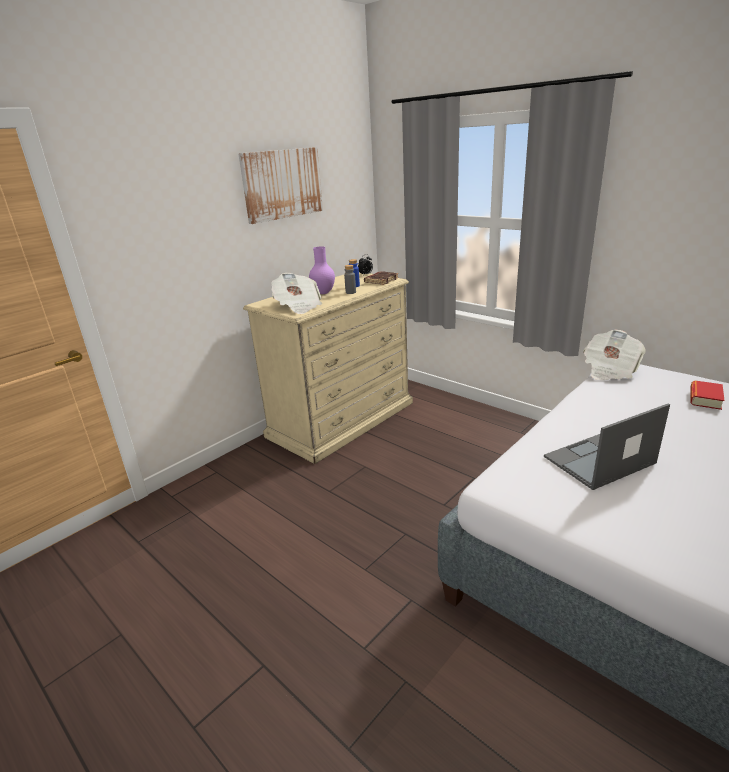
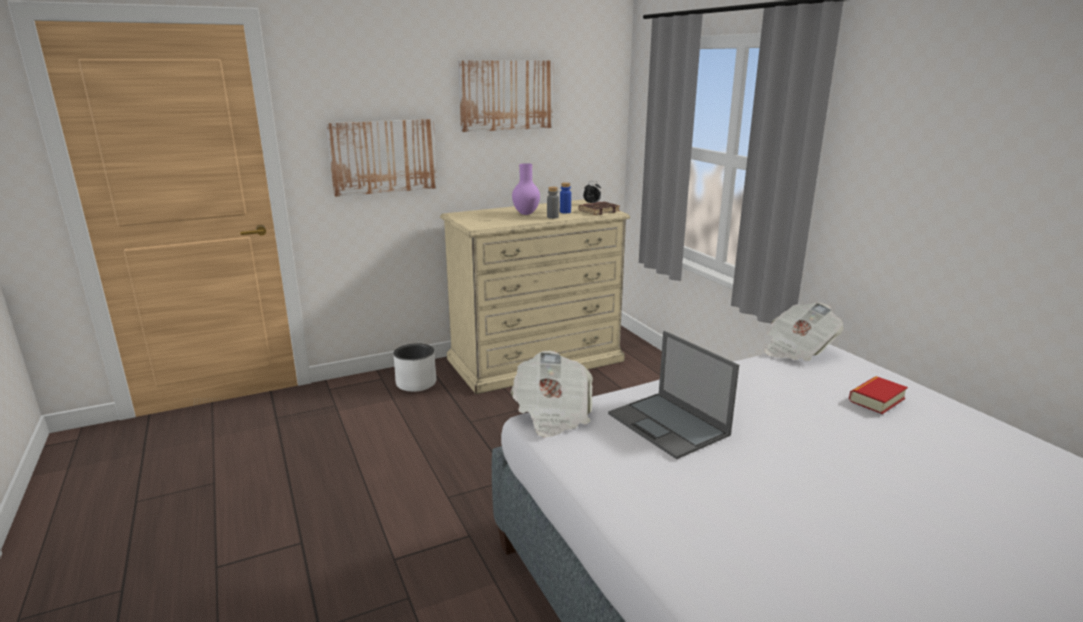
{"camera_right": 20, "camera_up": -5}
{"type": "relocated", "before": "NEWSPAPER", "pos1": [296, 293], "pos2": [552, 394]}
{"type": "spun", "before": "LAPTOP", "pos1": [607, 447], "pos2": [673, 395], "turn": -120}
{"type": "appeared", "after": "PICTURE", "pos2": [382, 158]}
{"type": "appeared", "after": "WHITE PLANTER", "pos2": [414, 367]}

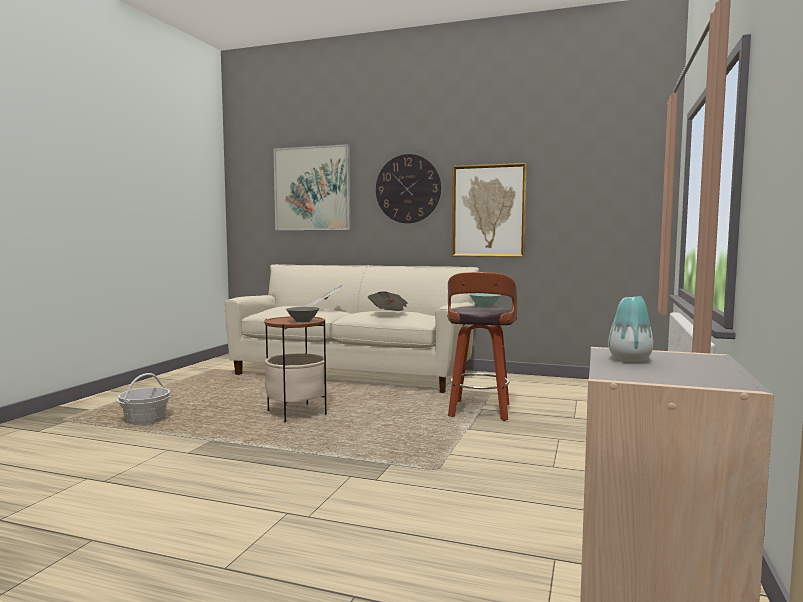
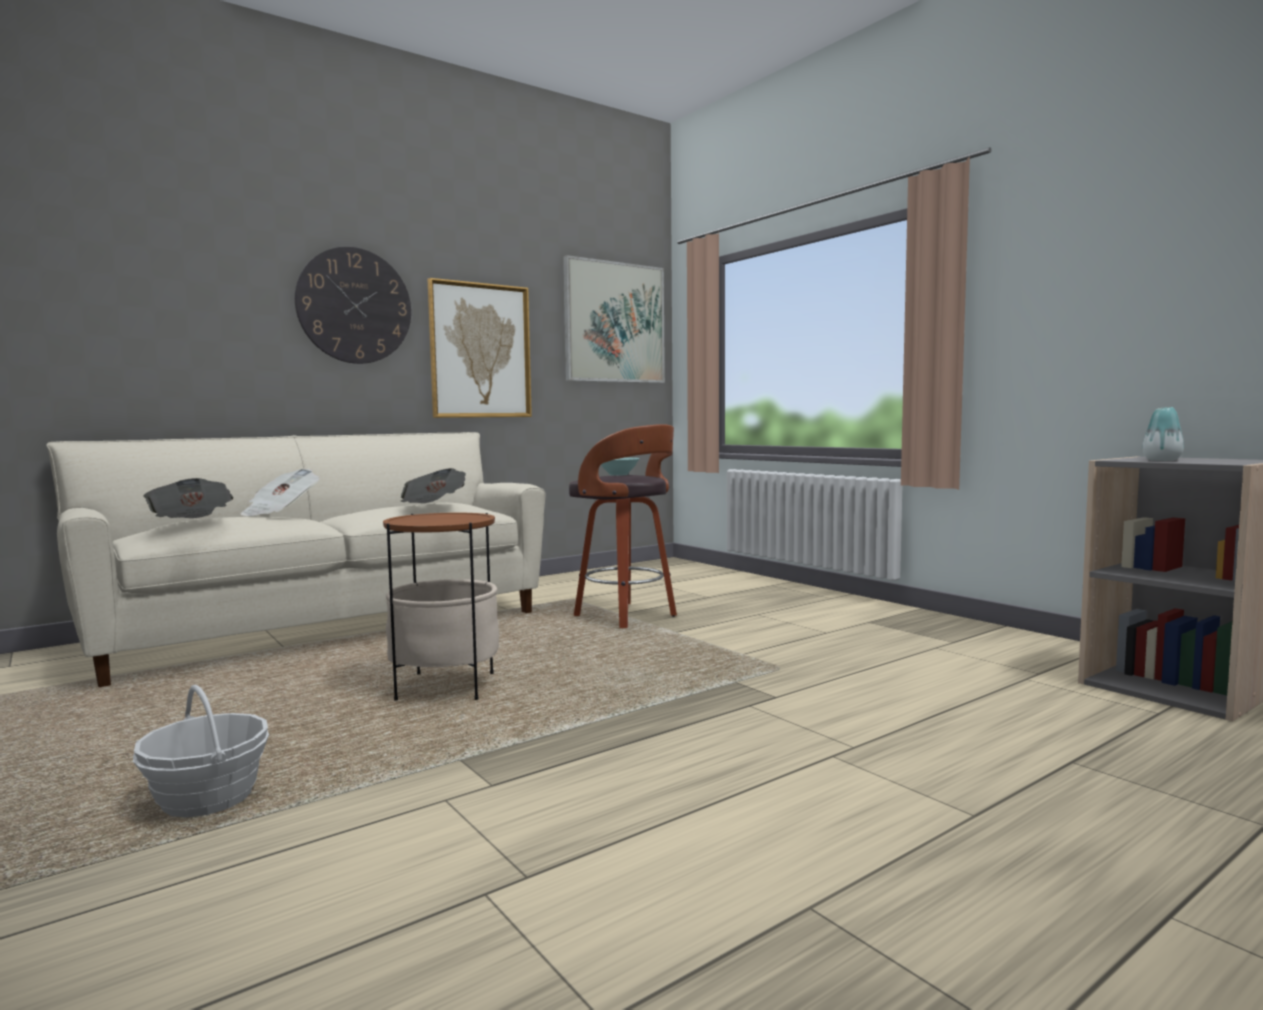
{"camera_right": -55, "camera_up": 0}
{"type": "relocated", "before": "PICTURE", "pos1": [312, 187], "pos2": [614, 319]}
{"type": "missing", "before": "GREY BOWL", "pos1": [303, 314]}
{"type": "appeared", "after": "NEWSPAPER", "pos2": [188, 498]}

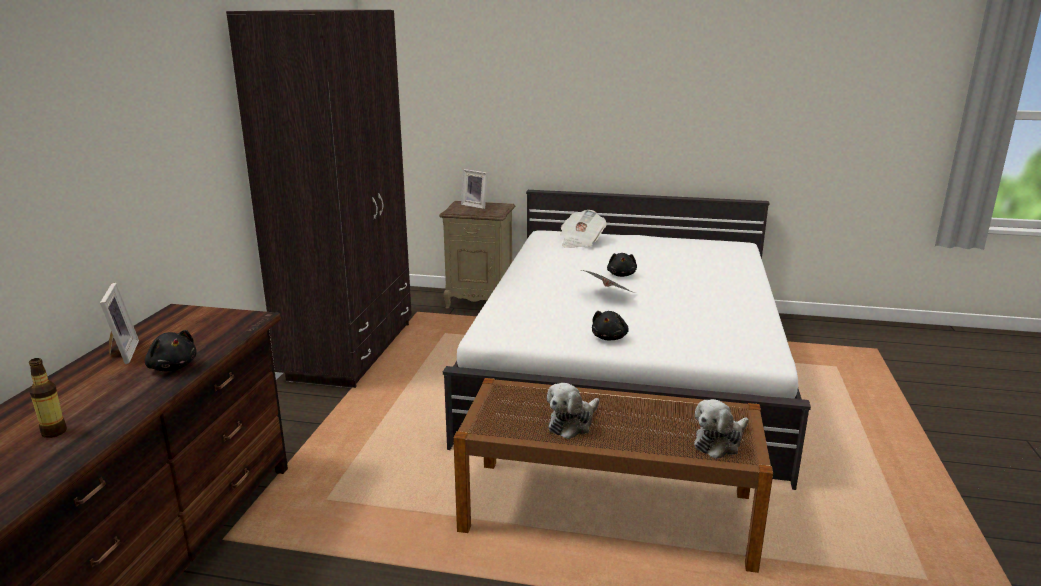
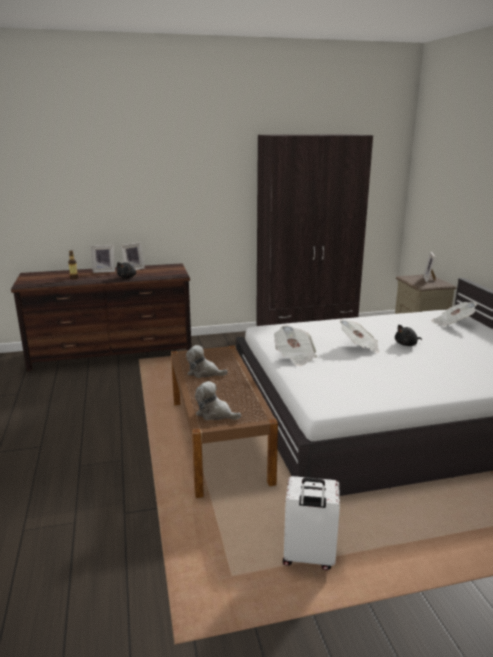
{"camera_right": 65, "camera_up": 0}
{"type": "exchanged", "before": "BLACK PLUSH TOY", "after": "NEWSPAPER", "pos1": [610, 325], "pos2": [295, 345]}
{"type": "appeared", "after": "PICTURE FRAME", "pos2": [103, 259]}
{"type": "appeared", "after": "WHITE SUITCASE", "pos2": [311, 523]}

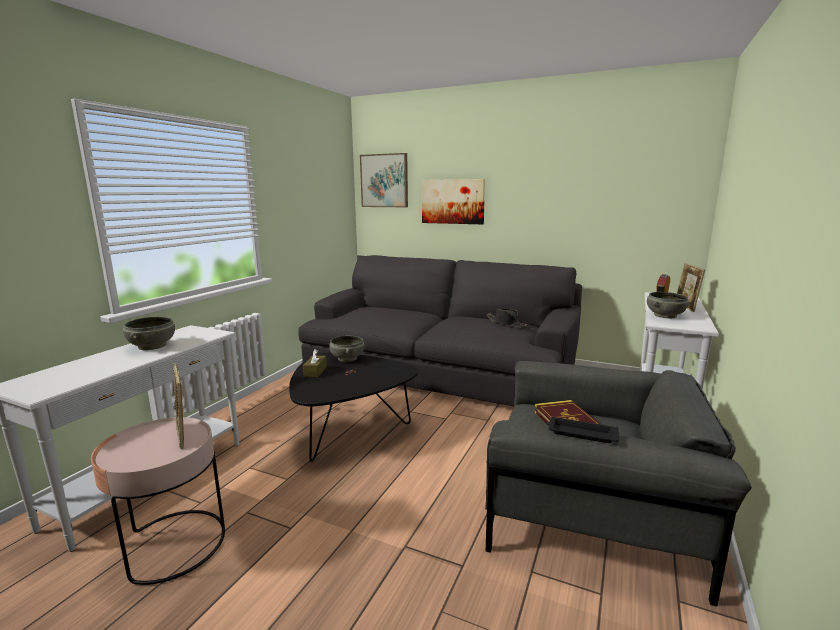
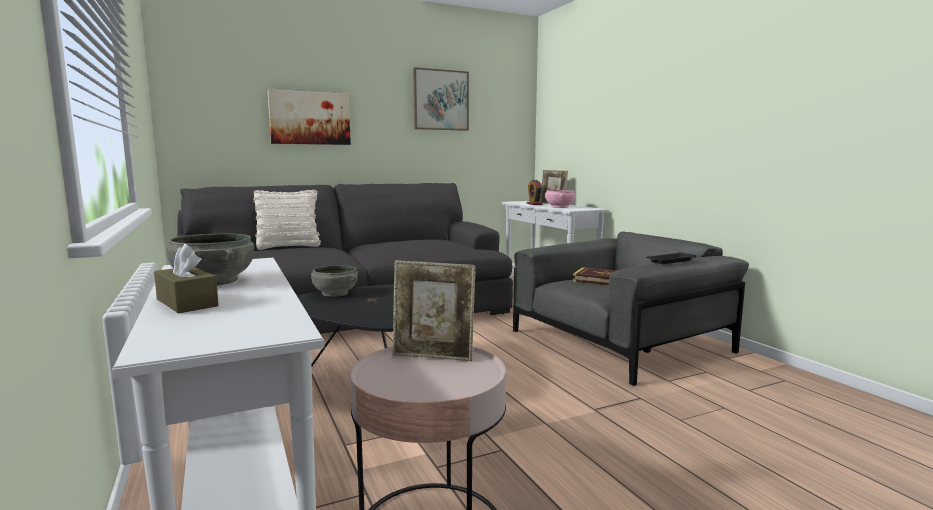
{"camera_right": -50, "camera_up": -5}
{"type": "relocated", "before": "PICTURE", "pos1": [384, 180], "pos2": [441, 99]}
{"type": "colour", "before": "GREY BOWL", "after": "PINK BOWL", "pos1": [668, 305], "pos2": [560, 199]}
{"type": "missing", "before": "BLACK HAT", "pos1": [507, 317]}
{"type": "relocated", "before": "BROWN TISSUE BOX", "pos1": [315, 363], "pos2": [186, 278]}
{"type": "appeared", "after": "BEIGE PILLOW", "pos2": [287, 220]}

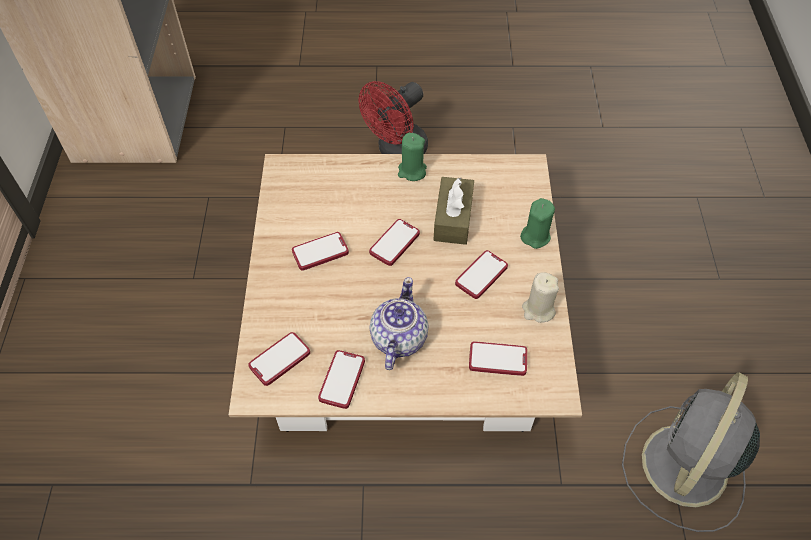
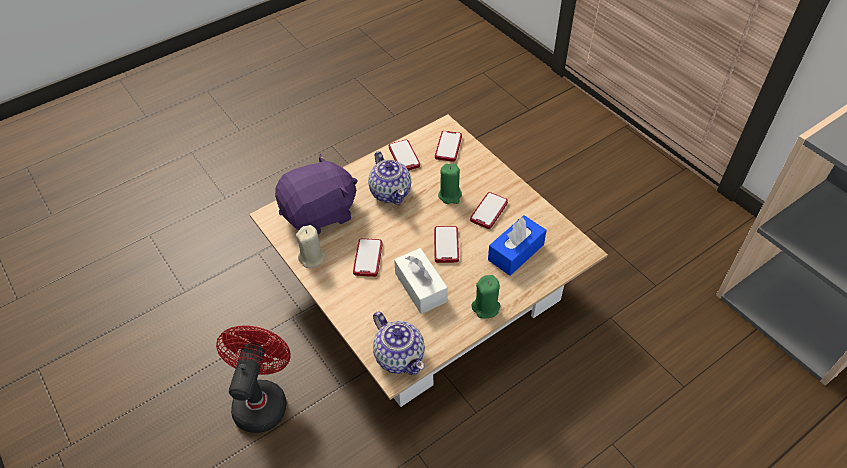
{"camera_right": 145, "camera_up": -5}
{"type": "relocated", "before": "RED FAN", "pos1": [393, 117], "pos2": [253, 379]}
{"type": "colour", "before": "BROWN TISSUE BOX", "after": "WHITE TISSUE BOX", "pos1": [454, 211], "pos2": [421, 281]}
{"type": "relocated", "before": "GREEN CANDLE", "pos1": [537, 223], "pos2": [450, 184]}
{"type": "exchanged", "before": "PHONE", "after": "PURPLE PLUSH TOY", "pos1": [498, 358], "pos2": [316, 194]}
{"type": "missing", "before": "GREY FAN", "pos1": [691, 452]}
{"type": "appeared", "after": "BLUE TISSUE BOX", "pos2": [517, 245]}
{"type": "appeared", "after": "TEAPOT", "pos2": [399, 343]}

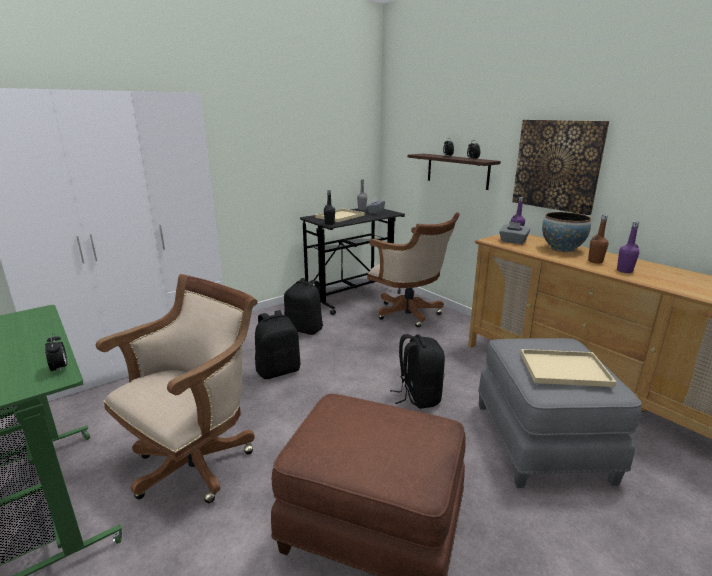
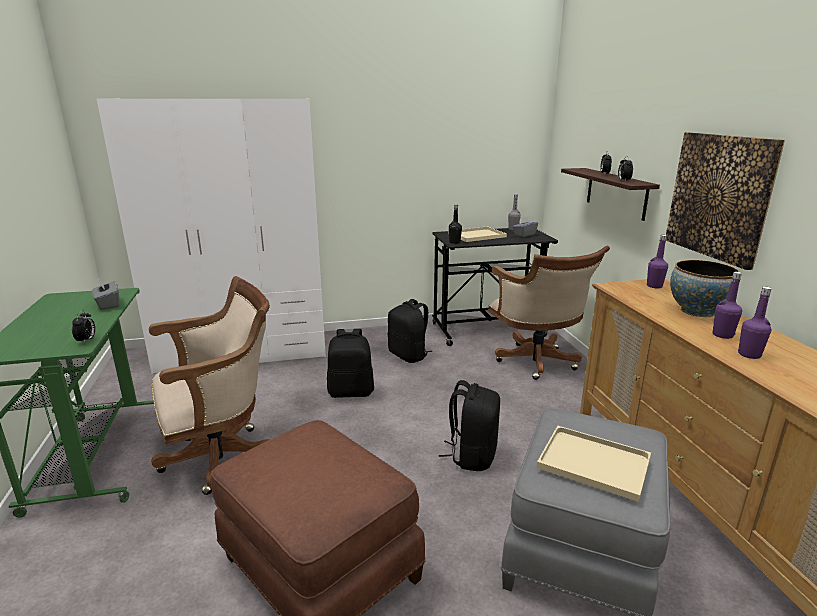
{"camera_right": 25, "camera_up": 0}
{"type": "colour", "before": "BROWN BOTTLE", "after": "PURPLE BOTTLE", "pos1": [598, 239], "pos2": [727, 305]}
{"type": "relocated", "before": "GREY TISSUE BOX", "pos1": [514, 232], "pos2": [105, 294]}

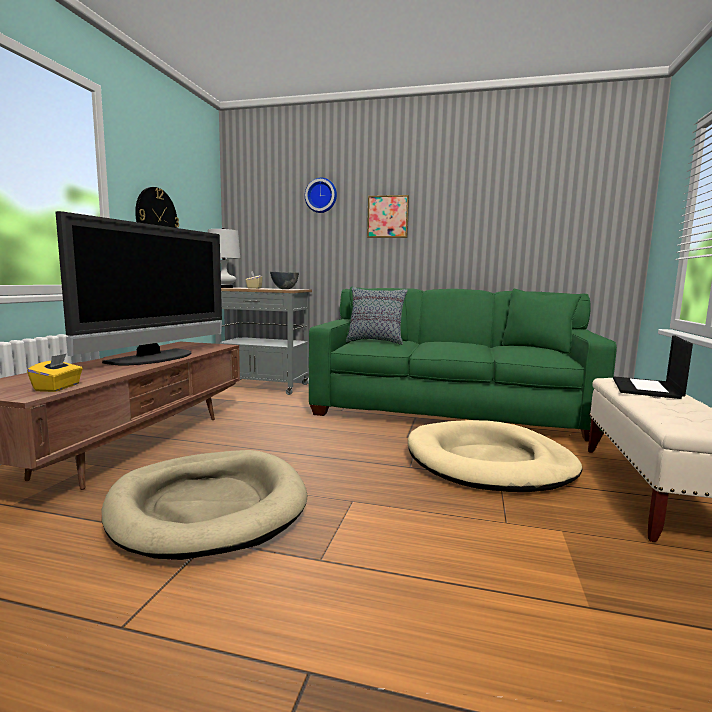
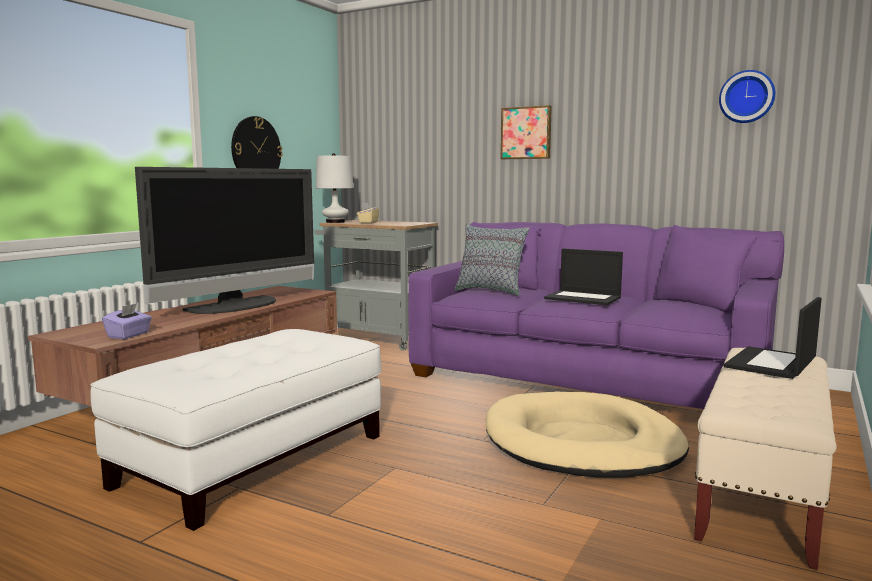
{"camera_right": 15, "camera_up": 0}
{"type": "relocated", "before": "WALL CLOCK", "pos1": [321, 195], "pos2": [747, 96]}
{"type": "missing", "before": "GREY BOWL", "pos1": [284, 280]}
{"type": "colour", "before": "GREEN SOFA", "after": "PURPLE SOFA", "pos1": [463, 365], "pos2": [596, 315]}
{"type": "colour", "before": "YELLOW TISSUE BOX", "after": "PURPLE TISSUE BOX", "pos1": [55, 372], "pos2": [127, 321]}
{"type": "exchanged", "before": "BEIGE DOG BED", "after": "WHITE OTTOMAN", "pos1": [204, 505], "pos2": [236, 430]}
{"type": "appeared", "after": "LAPTOP", "pos2": [583, 277]}

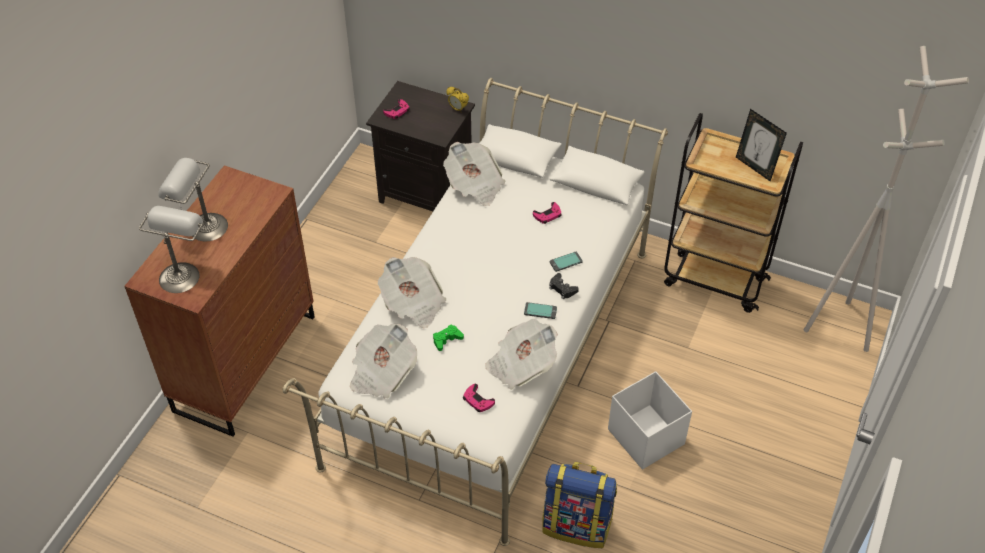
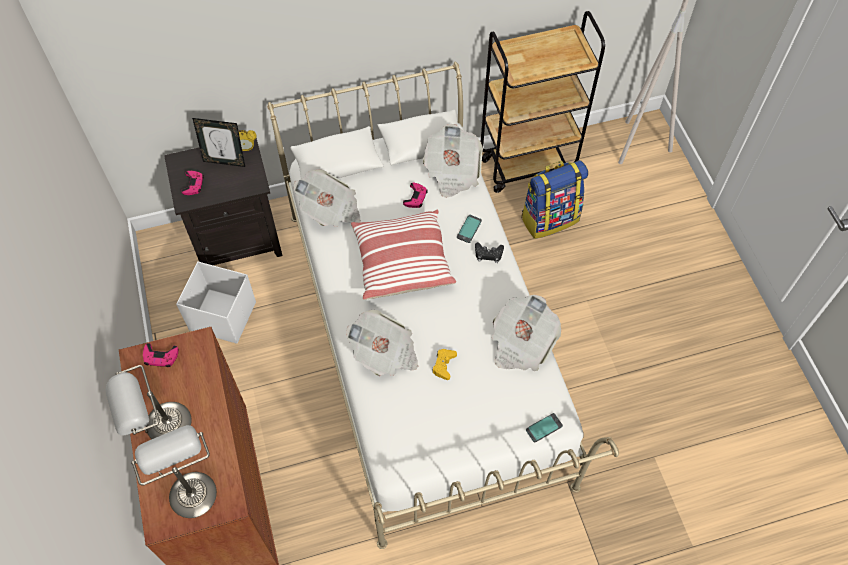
{"camera_right": -40, "camera_up": 10}
{"type": "relocated", "before": "PICTURE FRAME", "pos1": [761, 145], "pos2": [218, 142]}
{"type": "relocated", "before": "PHONE", "pos1": [540, 310], "pos2": [544, 428]}
{"type": "relocated", "before": "NEWSPAPER", "pos1": [383, 361], "pos2": [453, 161]}
{"type": "colour", "before": "GREEN GAME CONTROLLER", "after": "YELLOW GAME CONTROLLER", "pos1": [448, 338], "pos2": [444, 364]}
{"type": "relocated", "before": "WHITE STORAGE BOX", "pos1": [650, 420], "pos2": [216, 303]}
{"type": "relocated", "before": "PINK GAME CONTROLLER", "pos1": [479, 398], "pos2": [161, 355]}
{"type": "relocated", "before": "BACKPACK", "pos1": [579, 505], "pos2": [554, 199]}
{"type": "appeared", "after": "PILLOW", "pos2": [403, 254]}

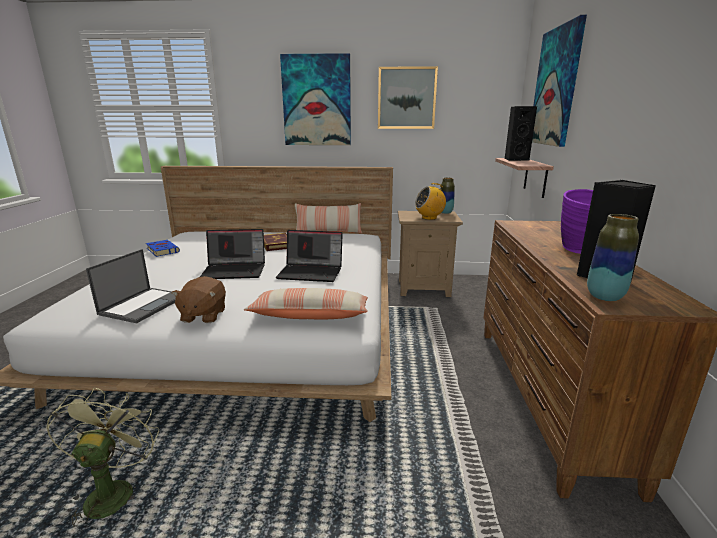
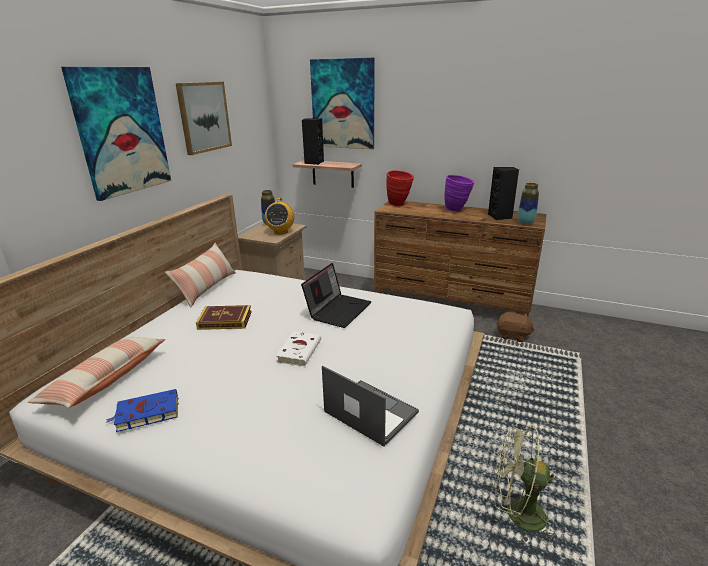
{"camera_right": -70, "camera_up": 5}
{"type": "exchanged", "before": "LAPTOP", "after": "WHITE BOOK", "pos1": [232, 254], "pos2": [298, 348]}
{"type": "relocated", "before": "BROWN PLUSH TOY", "pos1": [198, 299], "pos2": [516, 327]}
{"type": "relocated", "before": "PILLOW", "pos1": [306, 303], "pos2": [96, 372]}
{"type": "appeared", "after": "RED VASE", "pos2": [400, 188]}

